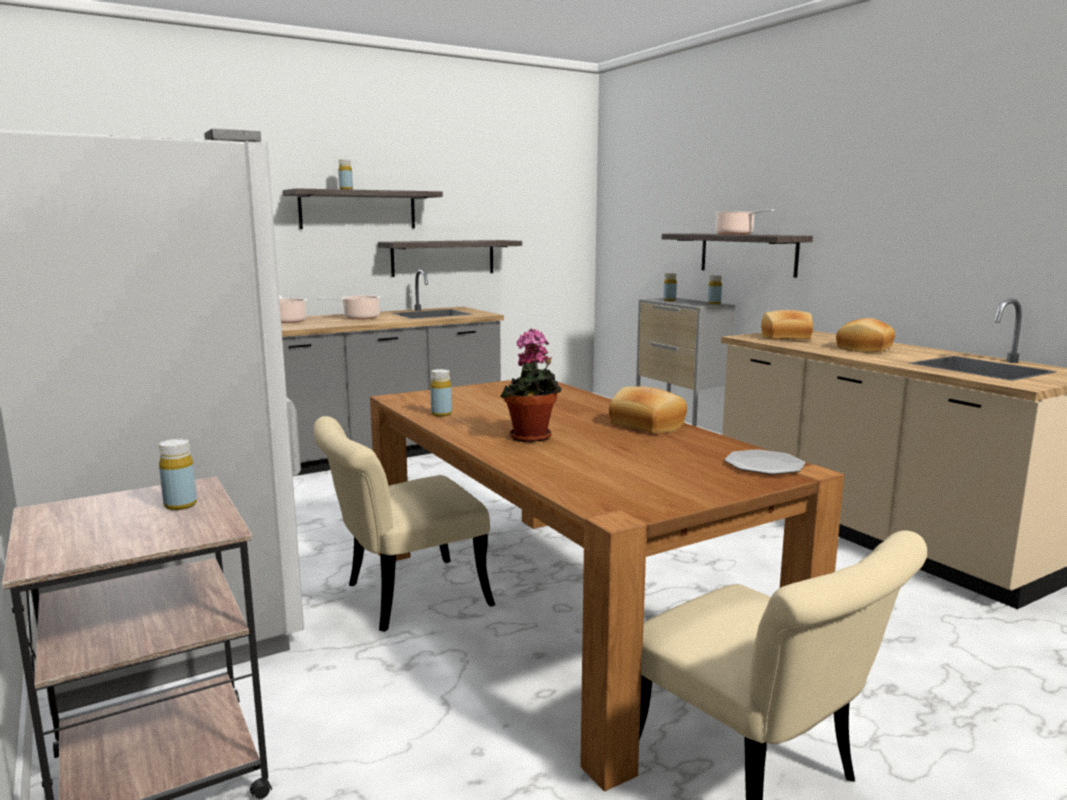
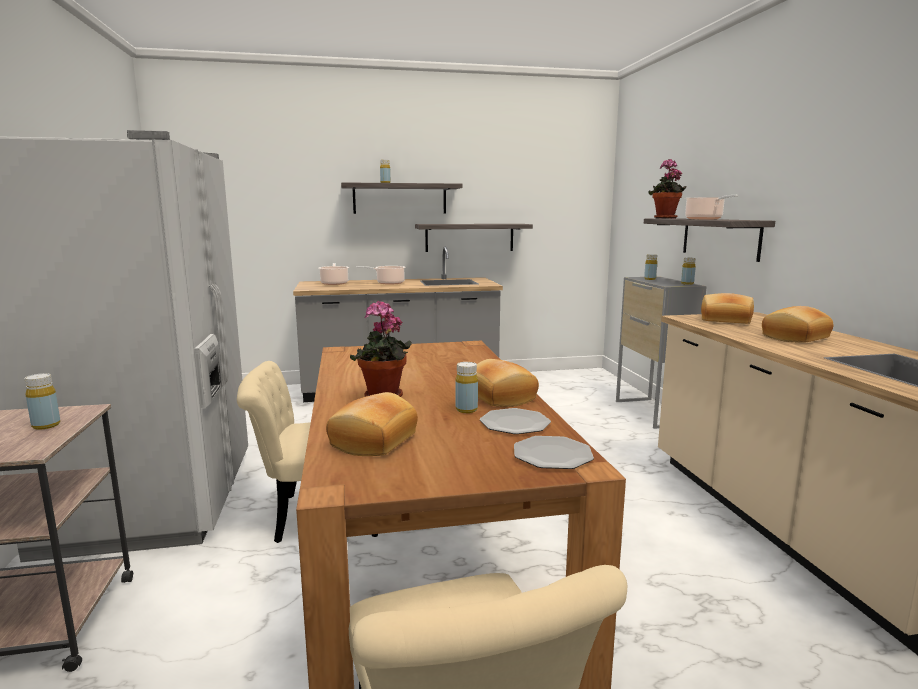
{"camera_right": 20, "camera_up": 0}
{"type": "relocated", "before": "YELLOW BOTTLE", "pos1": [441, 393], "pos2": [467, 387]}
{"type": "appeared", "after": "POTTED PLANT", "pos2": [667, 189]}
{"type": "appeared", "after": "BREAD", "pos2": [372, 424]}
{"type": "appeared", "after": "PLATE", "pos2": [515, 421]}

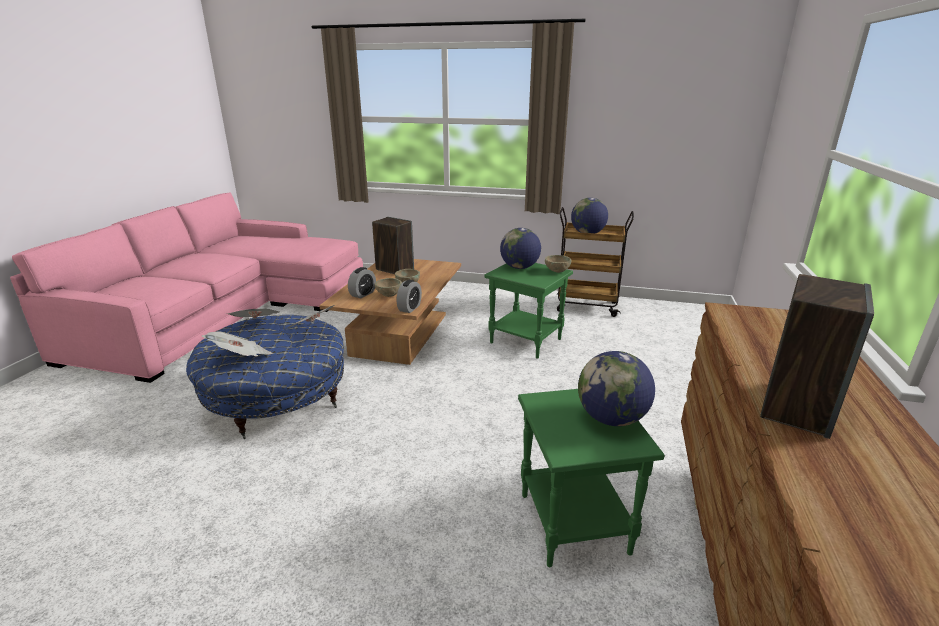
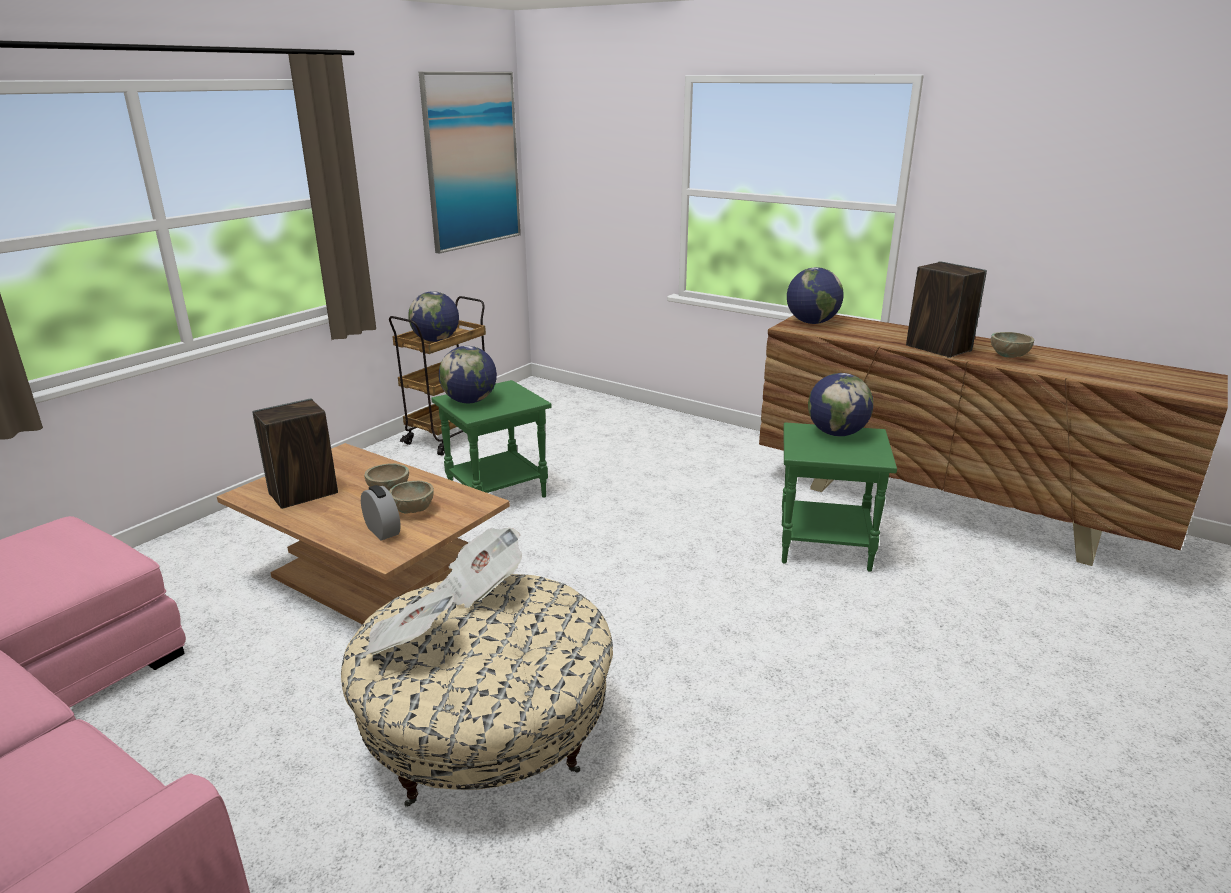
{"camera_right": -70, "camera_up": 0}
{"type": "relocated", "before": "BEIGE BOWL", "pos1": [558, 264], "pos2": [1012, 345]}
{"type": "missing", "before": "ALARM CLOCK", "pos1": [409, 296]}
{"type": "colour", "before": "BLUE OTTOMAN", "after": "BEIGE OTTOMAN", "pos1": [265, 377], "pos2": [477, 690]}
{"type": "missing", "before": "NEWSPAPER", "pos1": [237, 343]}
{"type": "appeared", "after": "PICTURE", "pos2": [470, 163]}
{"type": "appeared", "after": "GLOBE", "pos2": [815, 295]}

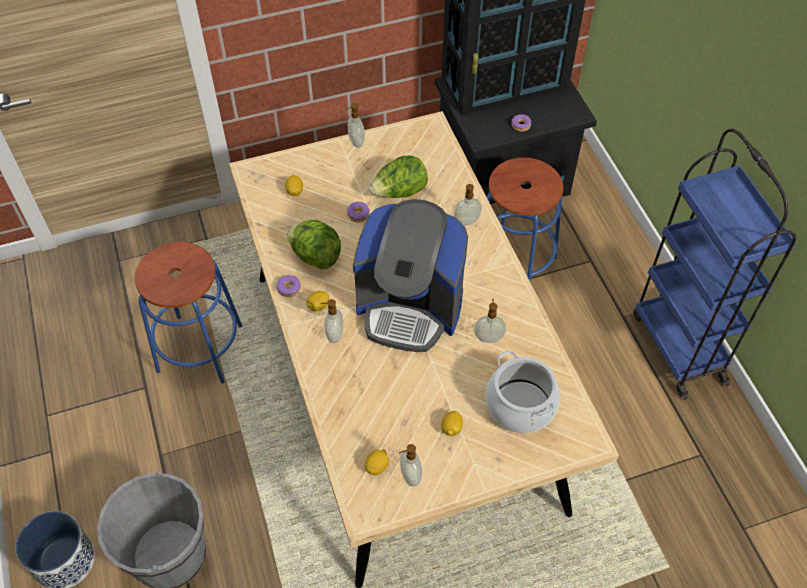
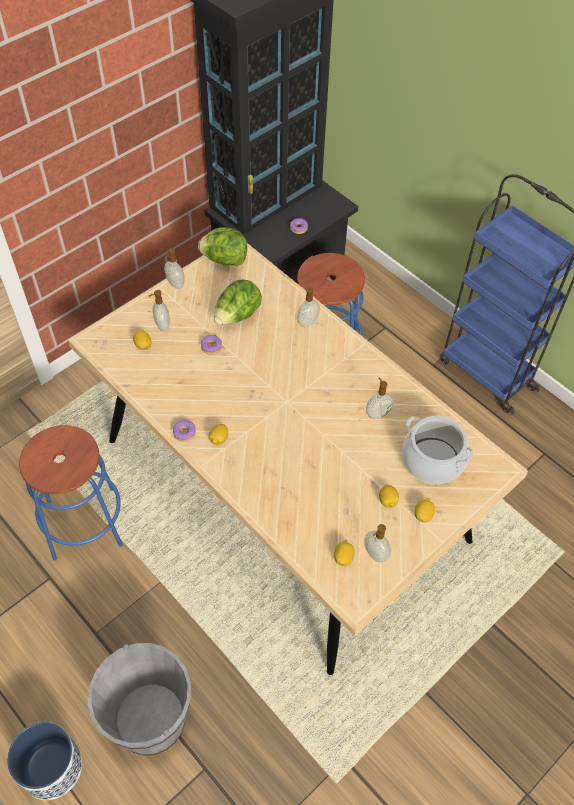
{"camera_right": -25, "camera_up": 0}
{"type": "missing", "before": "COFFEE MACHINE", "pos1": [410, 275]}
{"type": "relocated", "before": "LETTUCE", "pos1": [314, 245], "pos2": [222, 246]}
{"type": "relocated", "before": "SOAP DISPENSER", "pos1": [331, 321], "pos2": [159, 310]}
{"type": "appeared", "after": "LEMON", "pos2": [425, 510]}

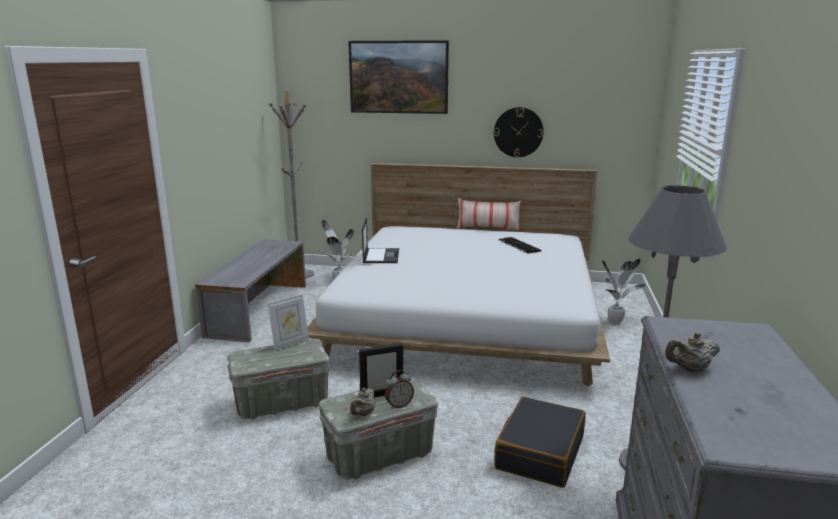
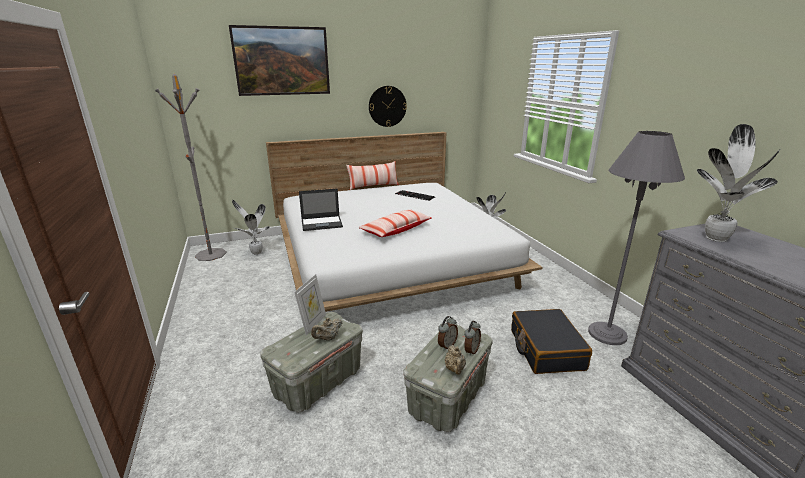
{"camera_right": -30, "camera_up": 5}
{"type": "spun", "before": "LAPTOP", "pos1": [380, 240], "pos2": [321, 210], "turn": 105}
{"type": "missing", "before": "GREY BENCH", "pos1": [250, 290]}
{"type": "relocated", "before": "BEIGE TEAPOT", "pos1": [692, 352], "pos2": [327, 329]}
{"type": "exchanged", "before": "PICTURE FRAME", "after": "ALARM CLOCK", "pos1": [381, 370], "pos2": [448, 333]}
{"type": "appeared", "after": "POTTED PLANT", "pos2": [738, 183]}
{"type": "appeared", "after": "PILLOW", "pos2": [395, 223]}

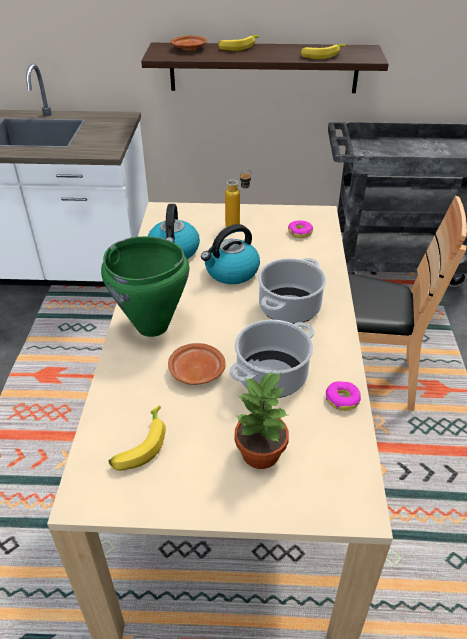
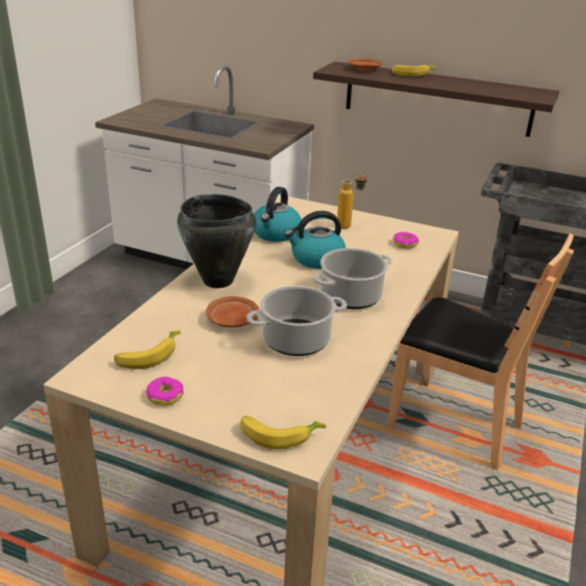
{"camera_right": 20, "camera_up": -10}
{"type": "relocated", "before": "BANANA", "pos1": [323, 51], "pos2": [283, 432]}
{"type": "colour", "before": "GREEN COOKING POT", "after": "BLACK COOKING POT", "pos1": [145, 286], "pos2": [216, 241]}
{"type": "missing", "before": "POTTED PLANT", "pos1": [262, 420]}
{"type": "relocated", "before": "DONUT", "pos1": [343, 396], "pos2": [165, 391]}

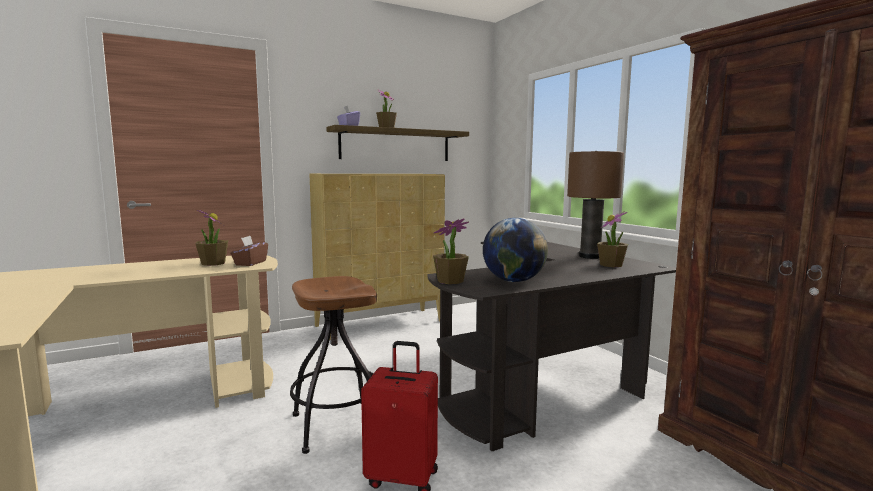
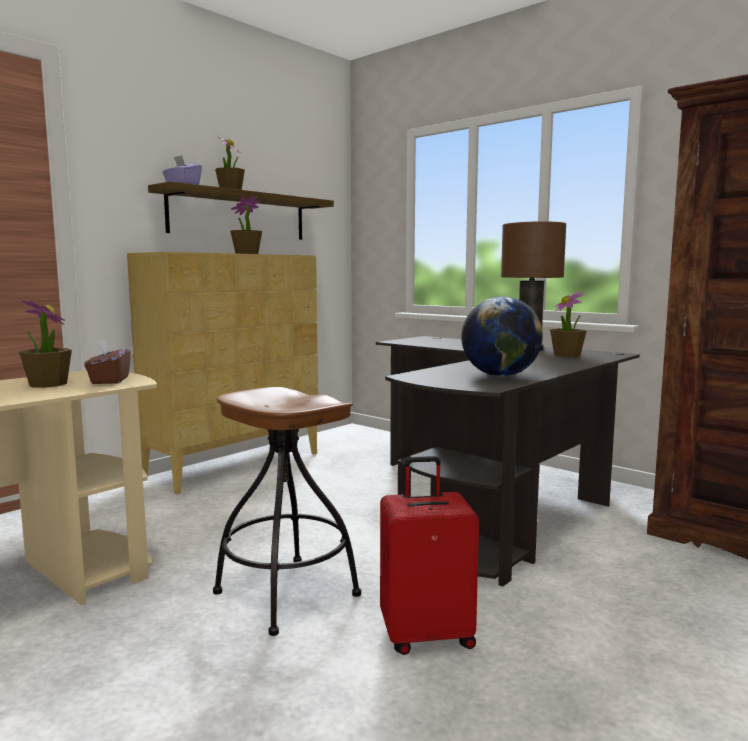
{"camera_right": -20, "camera_up": 0}
{"type": "relocated", "before": "POTTED PLANT", "pos1": [451, 251], "pos2": [246, 225]}

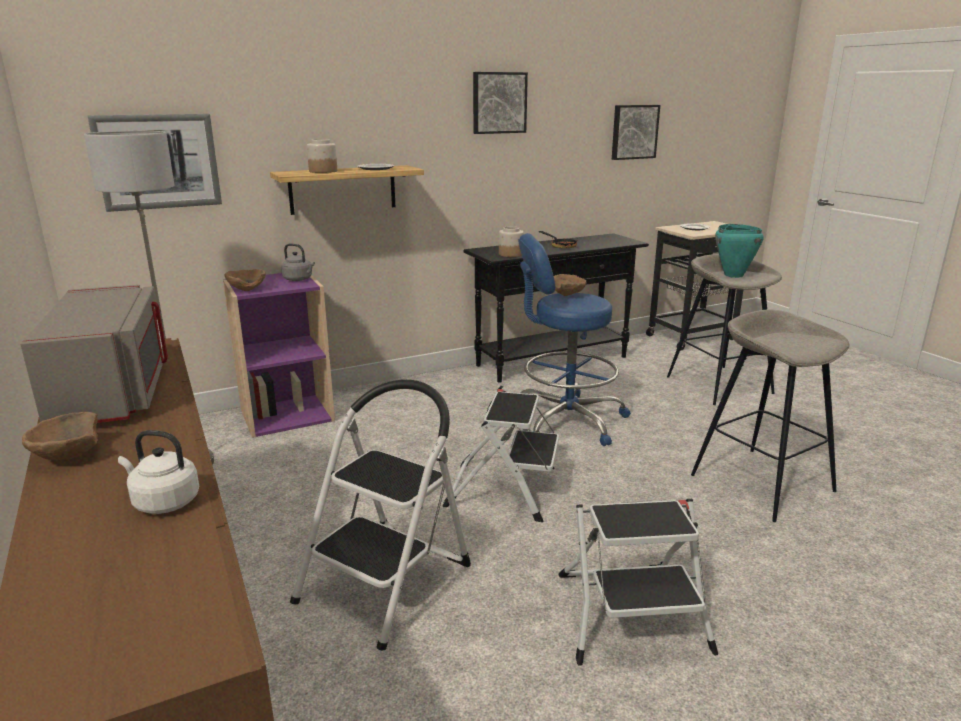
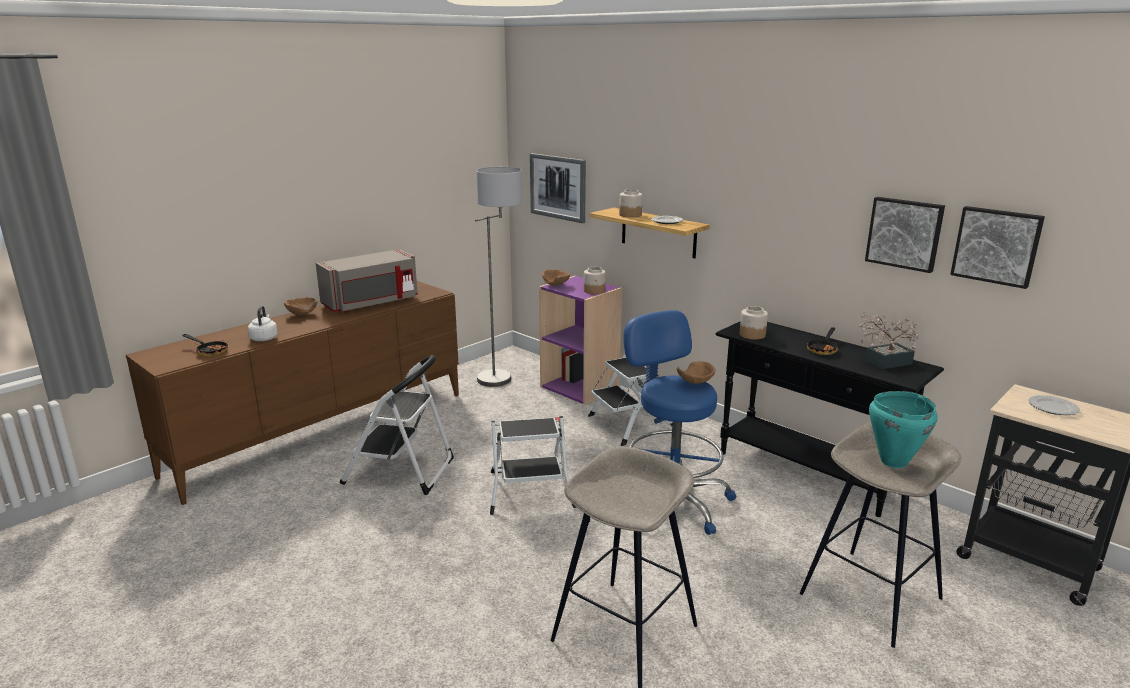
{"camera_right": 70, "camera_up": 0}
{"type": "relocated", "before": "PICTURE", "pos1": [500, 103], "pos2": [905, 235]}
{"type": "exchanged", "before": "GREY KETTLE", "after": "JAR", "pos1": [298, 262], "pos2": [595, 280]}
{"type": "relocated", "before": "STEP LADDER", "pos1": [638, 582], "pos2": [630, 400]}
{"type": "appeared", "after": "POTTED PLANT", "pos2": [888, 340]}
{"type": "appeared", "after": "FRYING PAN", "pos2": [205, 345]}

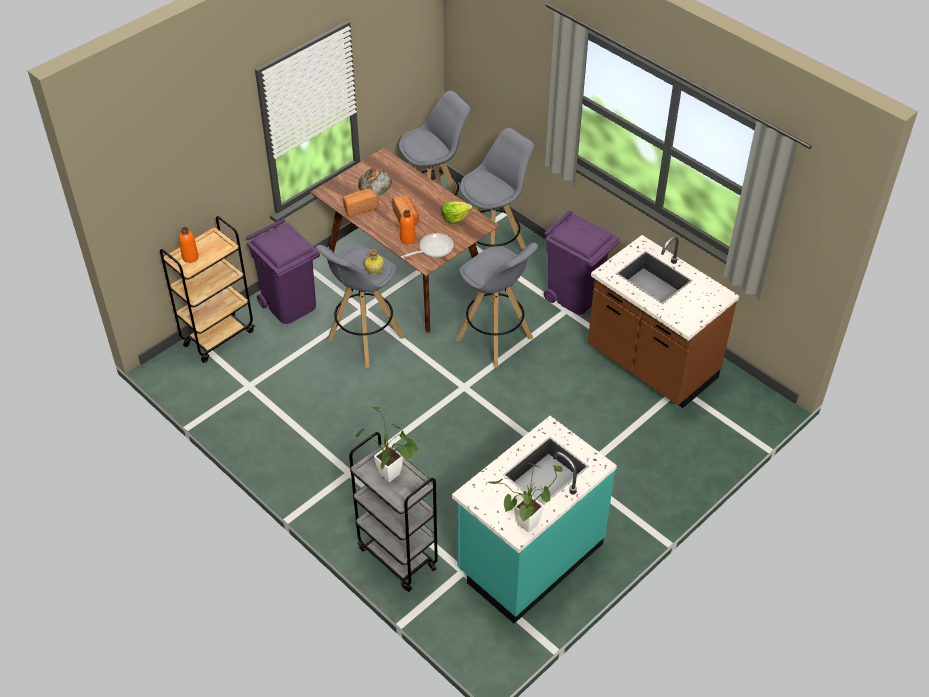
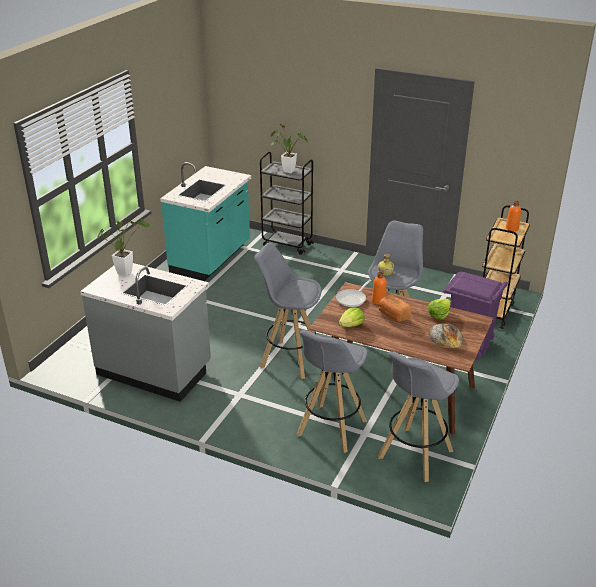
{"camera_right": 160, "camera_up": -15}
{"type": "exchanged", "before": "BREAD", "after": "LETTUCE", "pos1": [361, 202], "pos2": [439, 309]}
{"type": "missing", "before": "PURPLE TRASH CAN", "pos1": [582, 262]}
{"type": "colour", "before": "BROWN COUNTER", "after": "GREY COUNTER", "pos1": [663, 321], "pos2": [145, 332]}
{"type": "relocated", "before": "POTTED PLANT", "pos1": [524, 497], "pos2": [124, 247]}

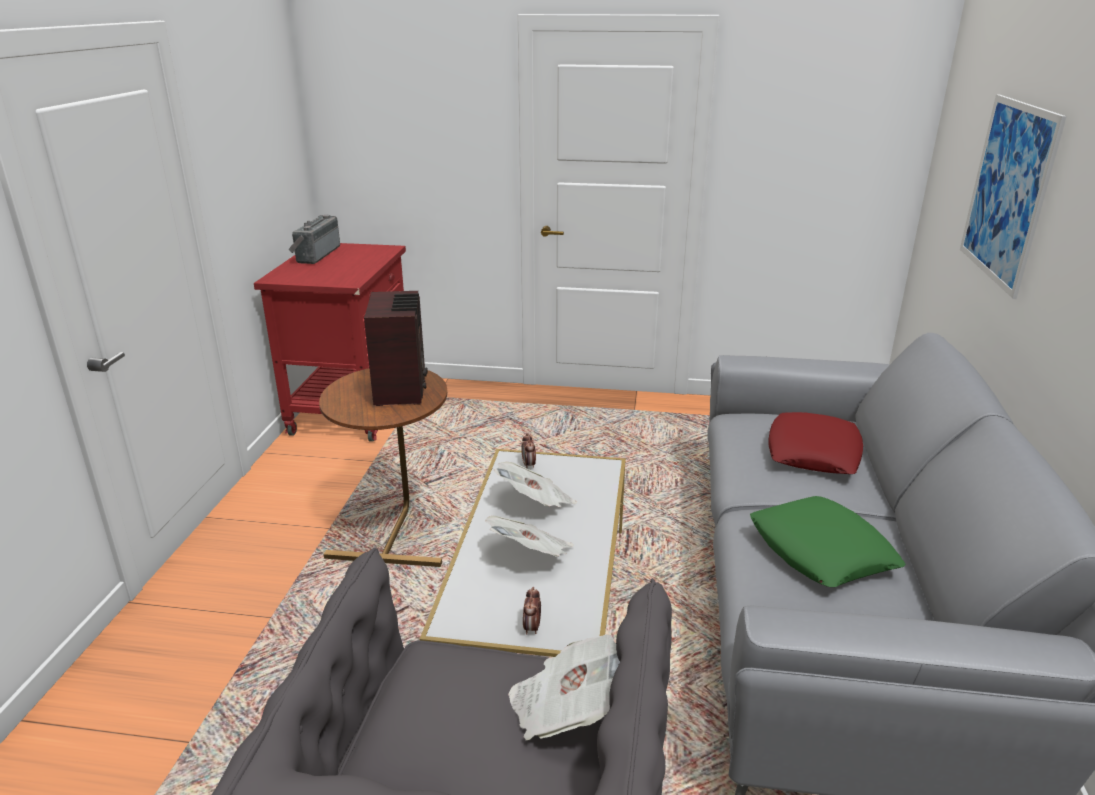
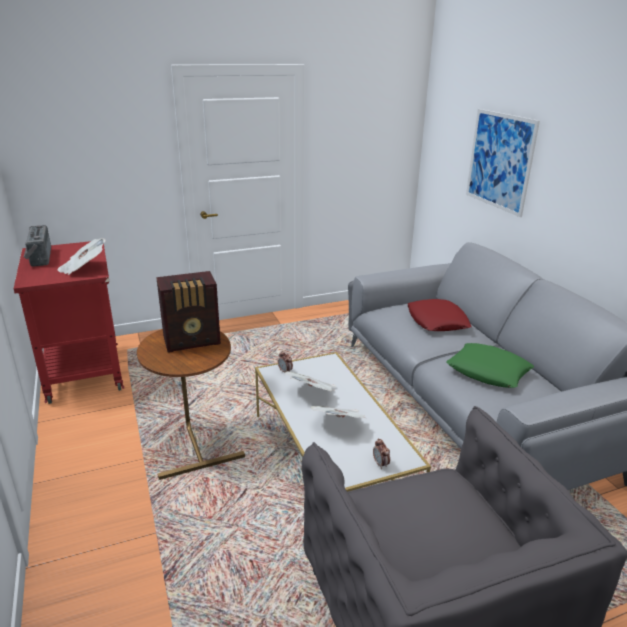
{"camera_right": -30, "camera_up": 0}
{"type": "spun", "before": "RADIO", "pos1": [396, 348], "pos2": [188, 312], "turn": 105}
{"type": "relocated", "before": "NEWSPAPER", "pos1": [564, 687], "pos2": [81, 256]}

